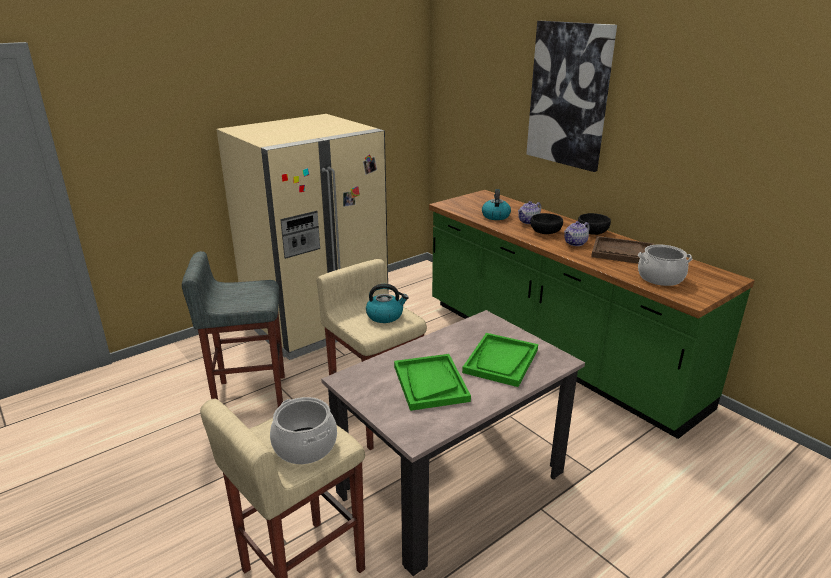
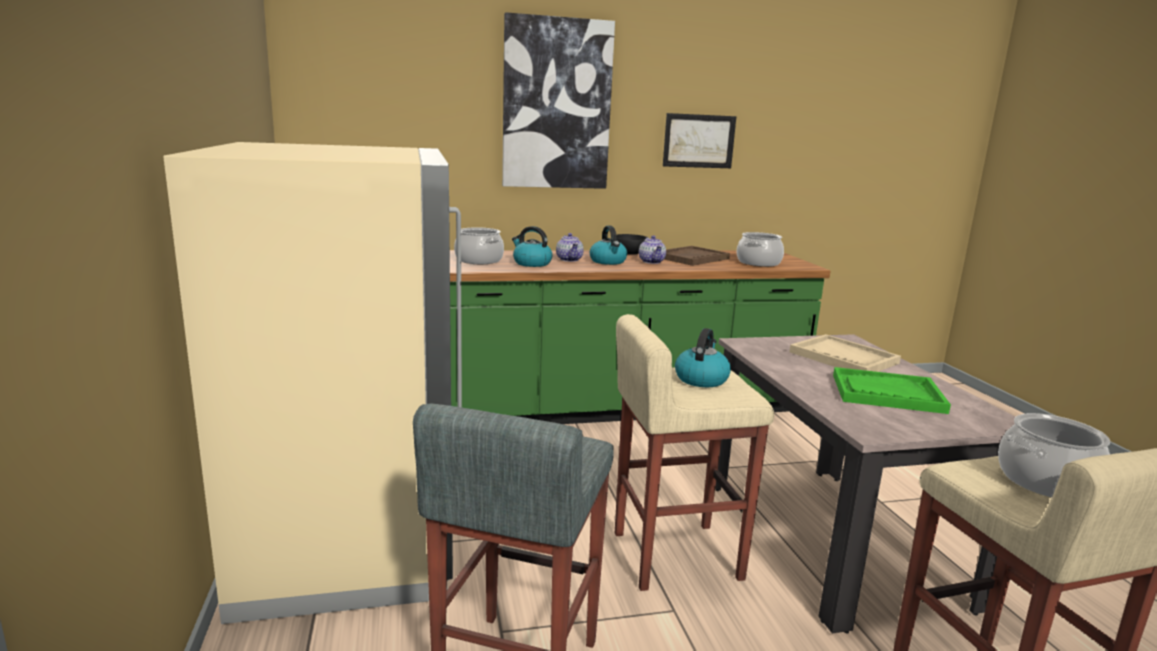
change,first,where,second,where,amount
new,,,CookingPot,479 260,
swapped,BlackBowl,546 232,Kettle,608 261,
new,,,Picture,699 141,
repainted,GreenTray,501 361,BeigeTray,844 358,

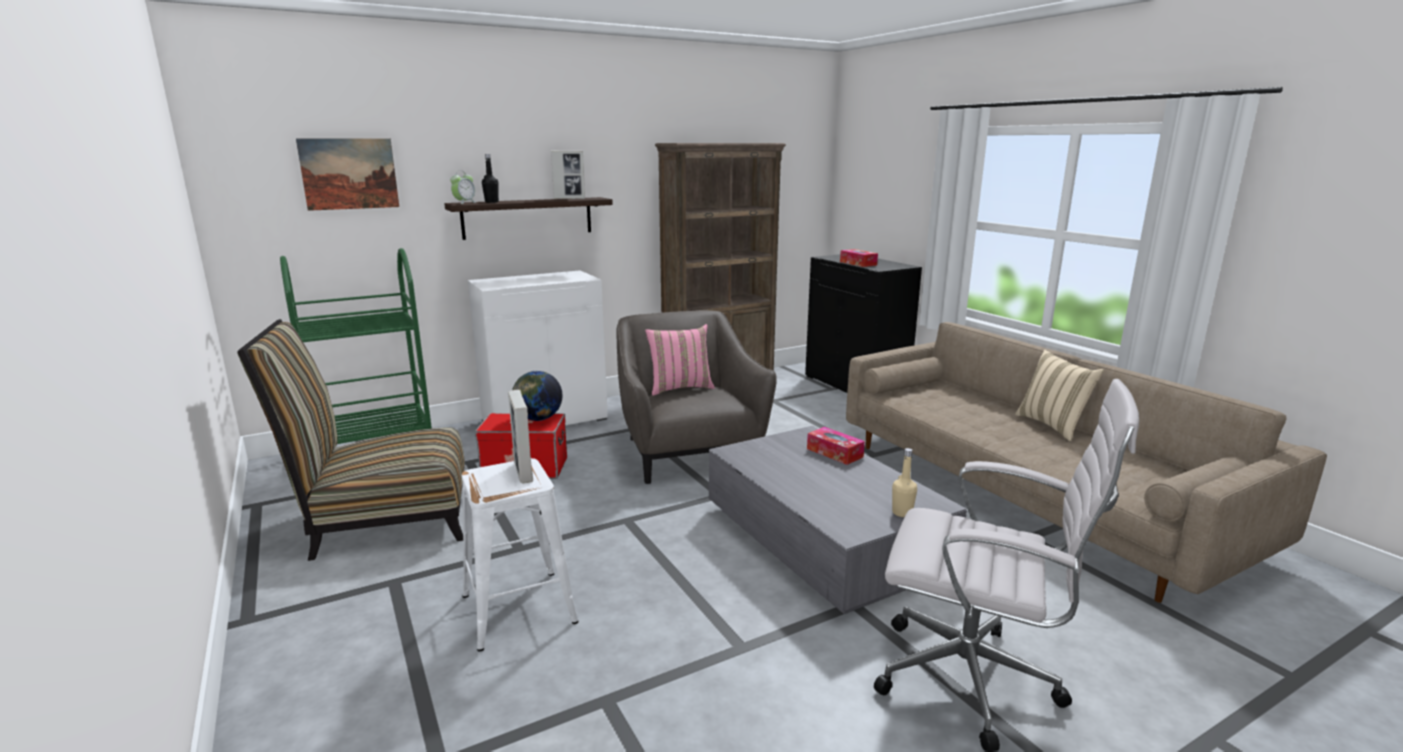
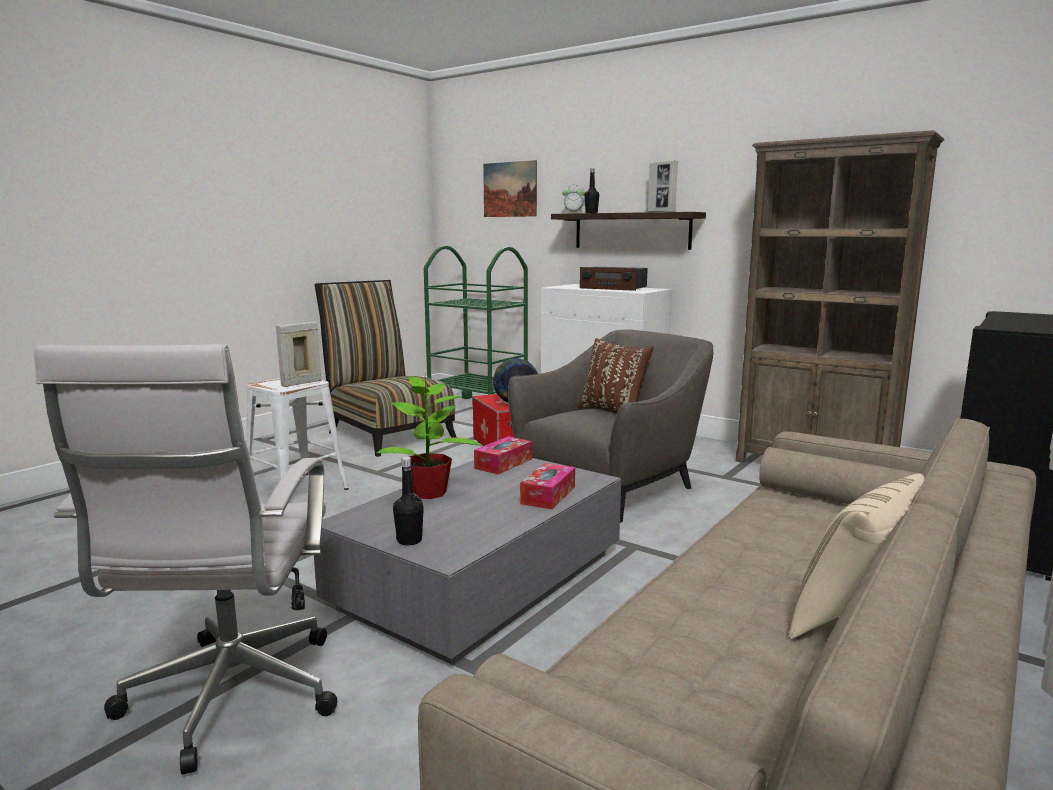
change,first,where,second,where,amount
new,,,PottedPlant,429 493,
repainted,BeigeBottle,902 513,BlackBottle,409 540,
shifted,TissueBox,858 263,,503 463,
repainted,PinkPillow,680 388,BrownPillow,614 411,
new,,,Radio,613 288,

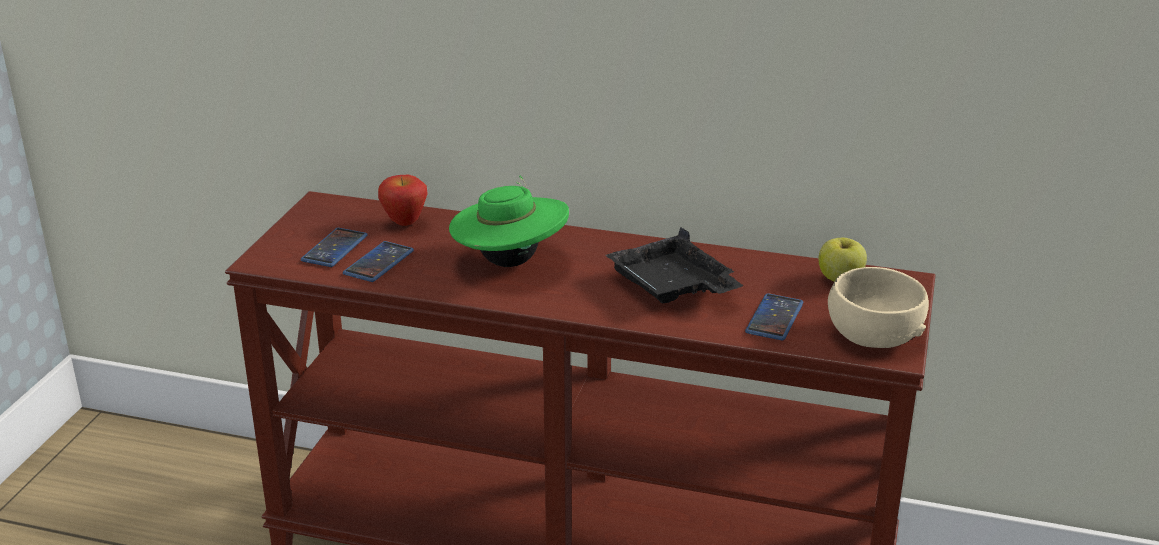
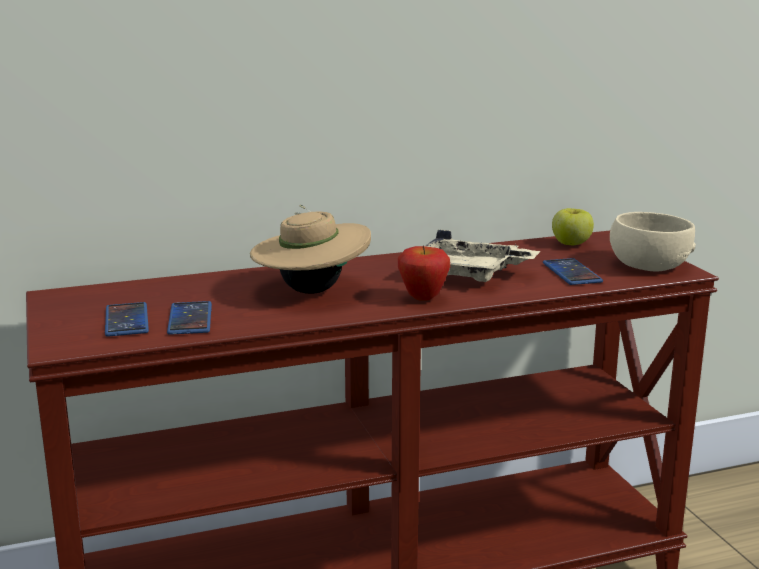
change,first,where,second,where,amount
repainted,GreenHat,510 261,BeigeHat,311 290,
shifted,Apple,404 223,,423 299,
repainted,BlackTray,672 286,BeigeTray,468 274,

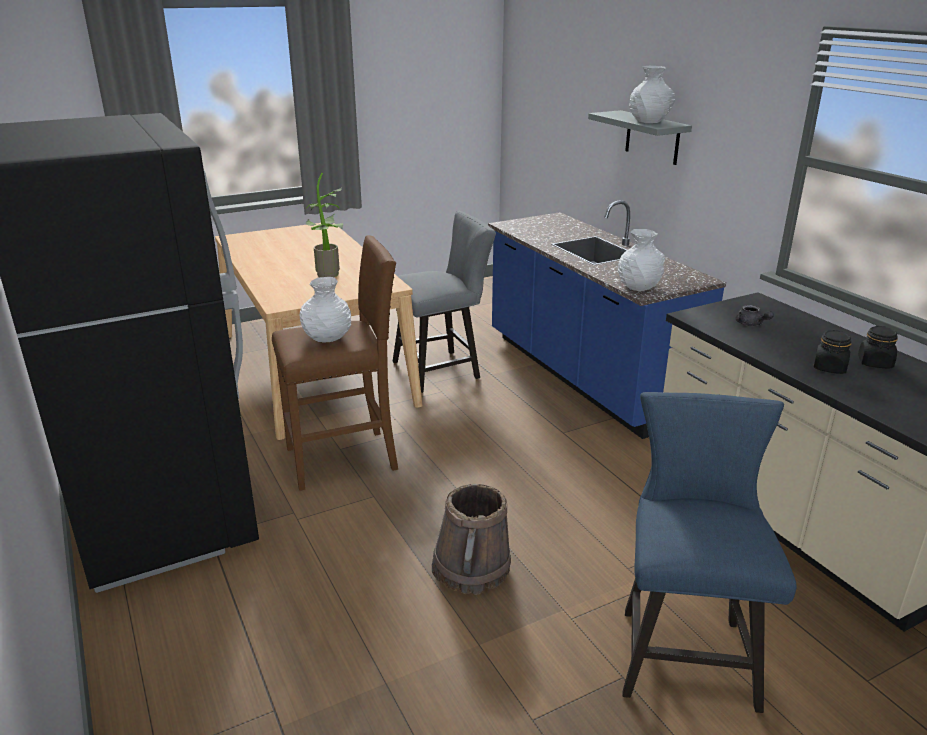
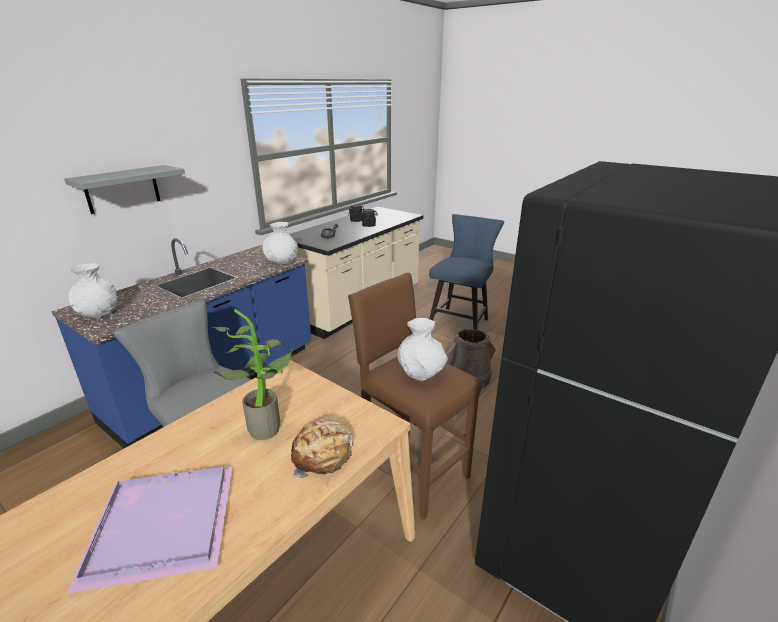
change,first,where,second,where,amount
new,,,PurpleTray,160 523,
shifted,WhiteVase,649 121,,98 313,
new,,,Bread,323 455,
rotated,BlueChair,683 649,,461 321,135 degrees clockwise

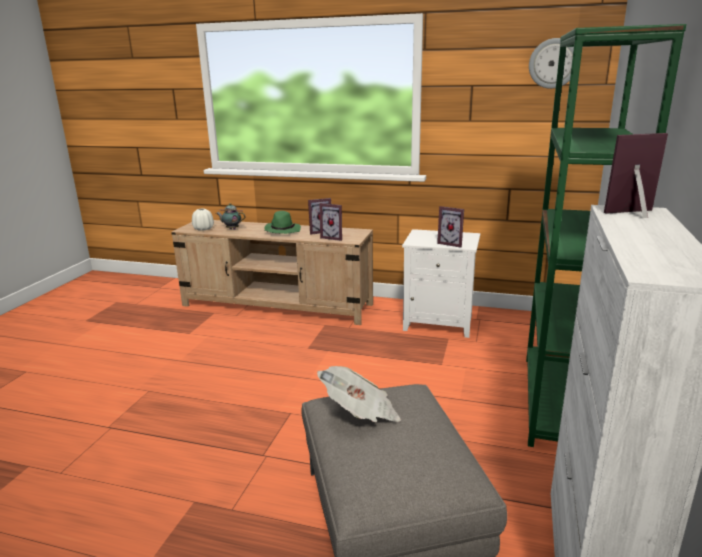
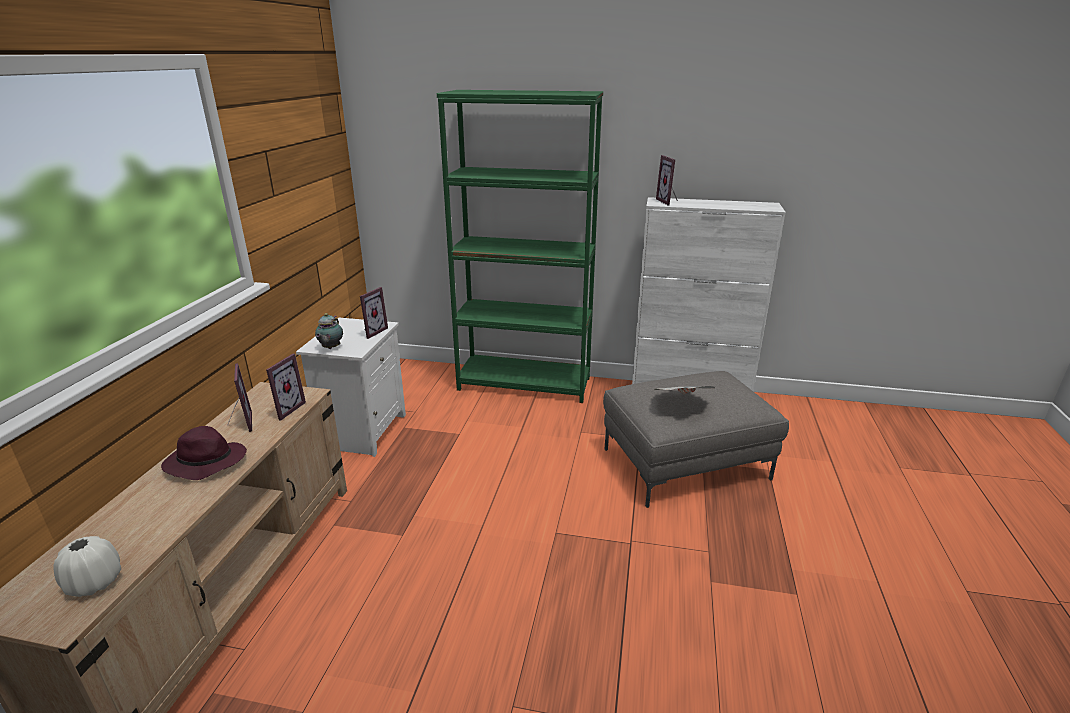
change,first,where,second,where,amount
repainted,GreenHat,282 230,PurpleHat,205 463,
shifted,Teapot,231 229,,330 348,
gone,WallClock,553 63,,,

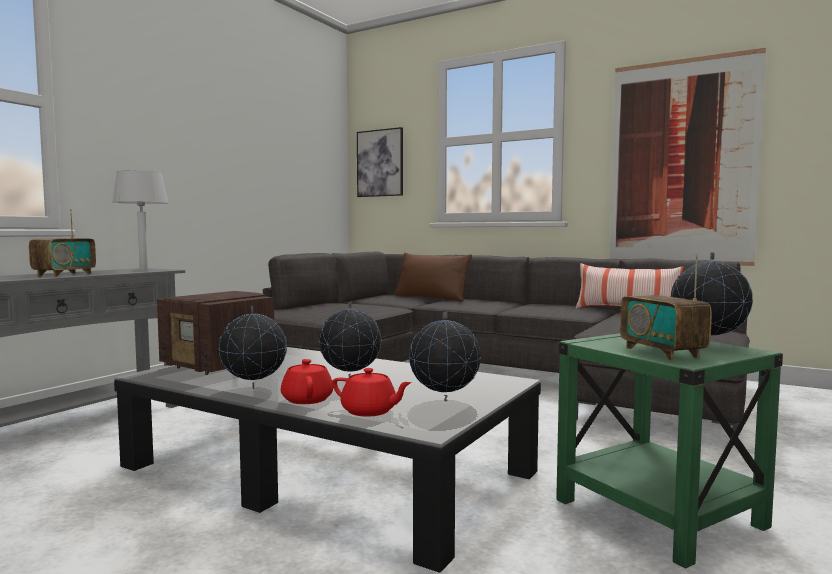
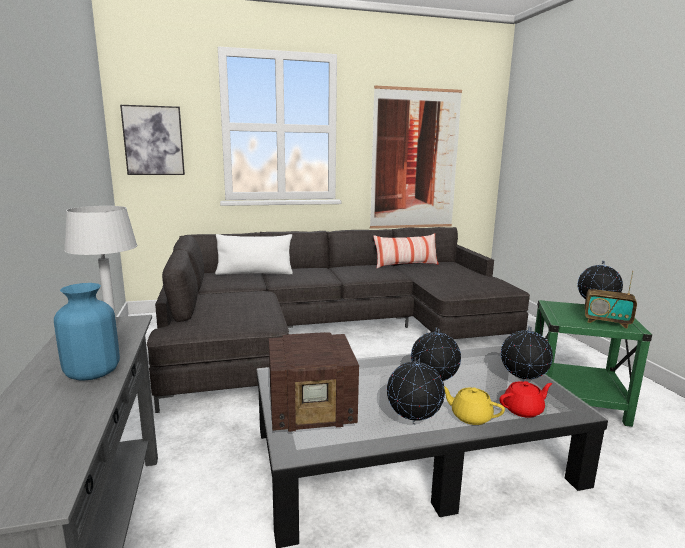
change,first,where,second,where,amount
swapped,Radio,64 275,BlueVase,92 372,
repainted,BrownPillow,430 298,WhitePillow,254 273,
repainted,RedTeapot,307 399,YellowTeapot,470 416,

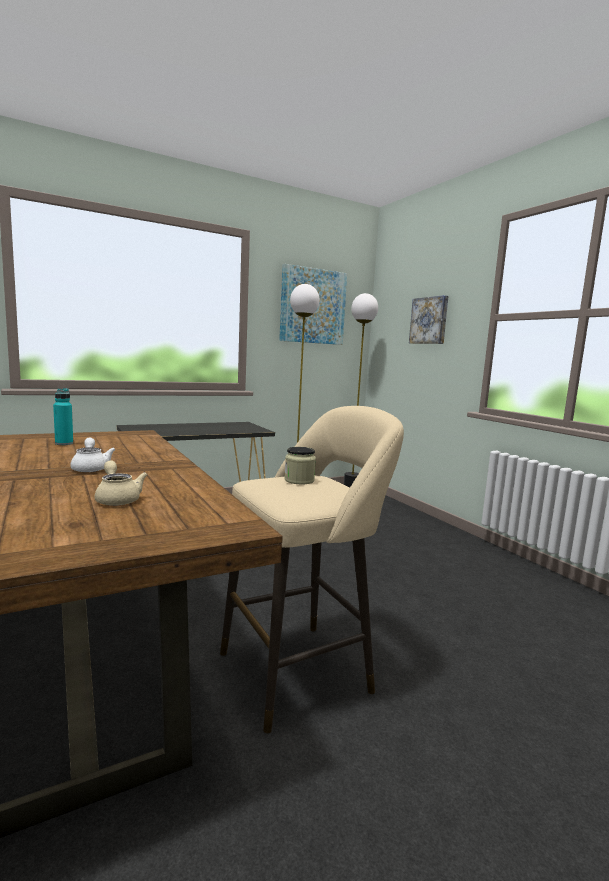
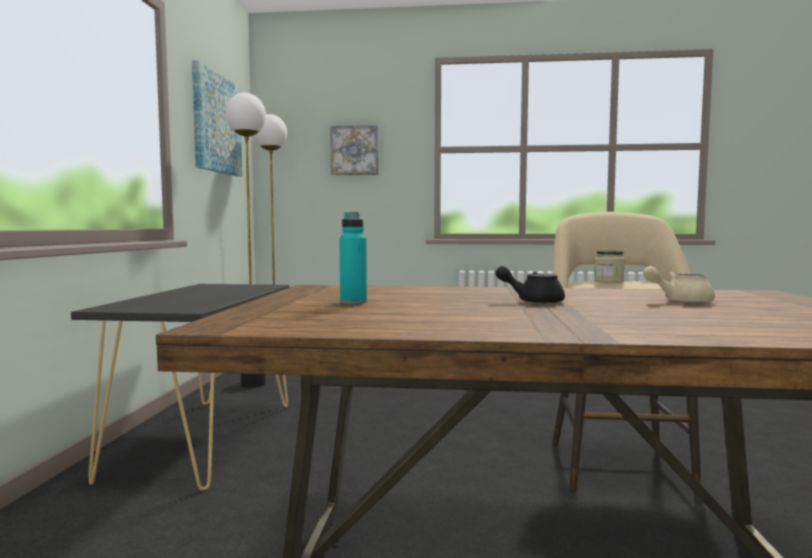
change,first,where,second,where,amount
repainted,WhiteTeapot,91 468,BlackTeapot,533 301,

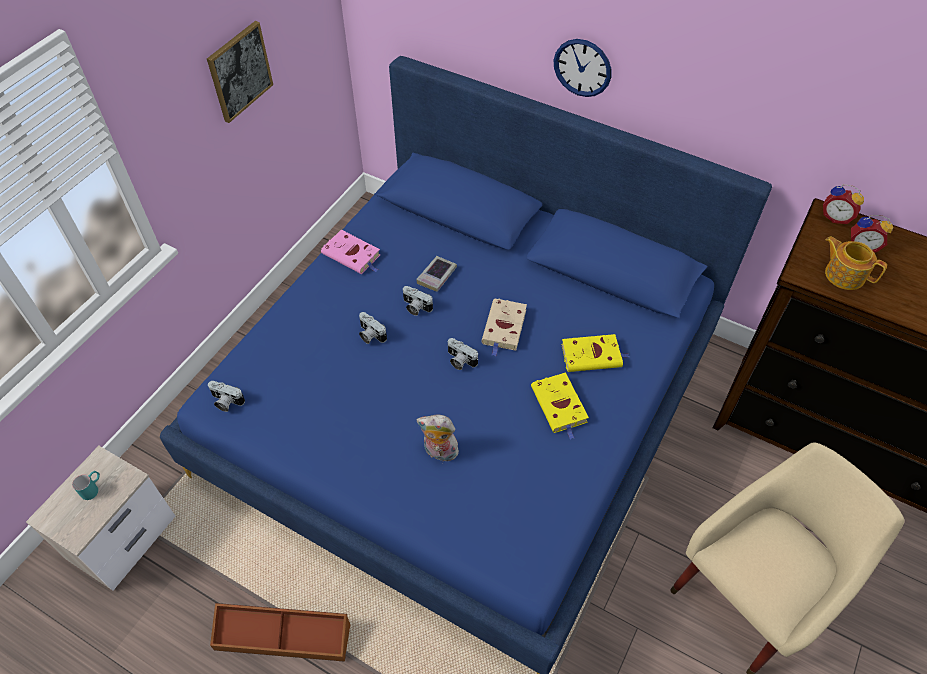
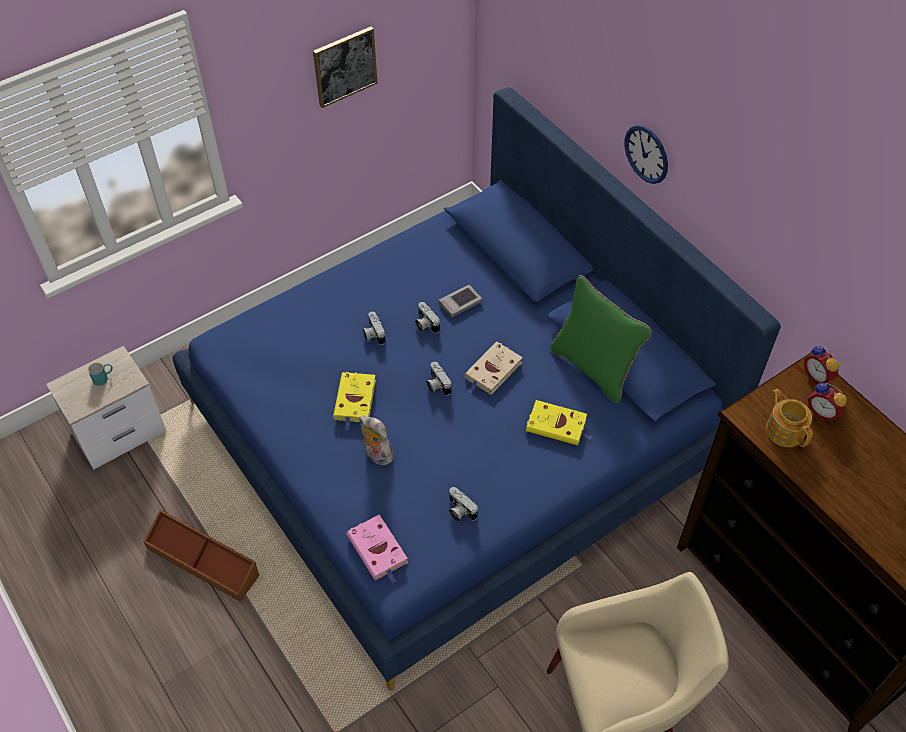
change,first,where,second,where,amount
shifted,YellowBook,560 406,,355 401,
shifted,PinkBook,353 255,,378 551,
shifted,PhotoCamera,226 402,,459 511,
new,,,GreenPillow,593 368,

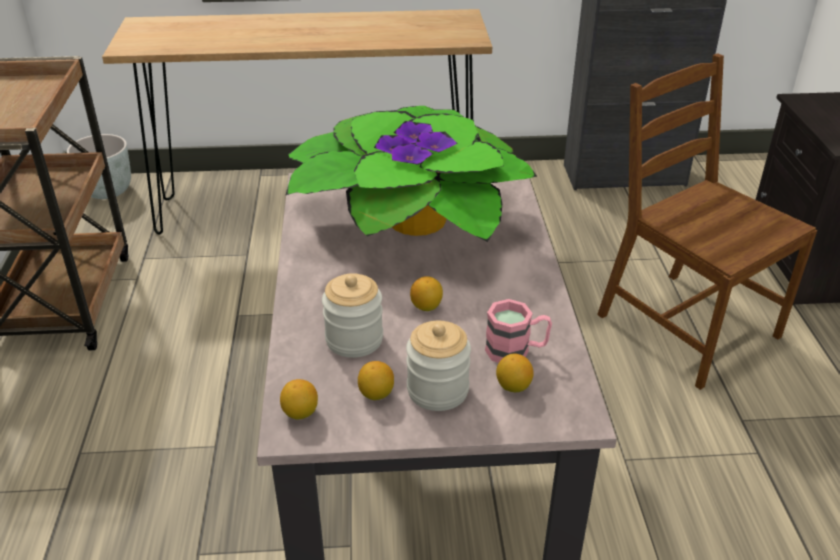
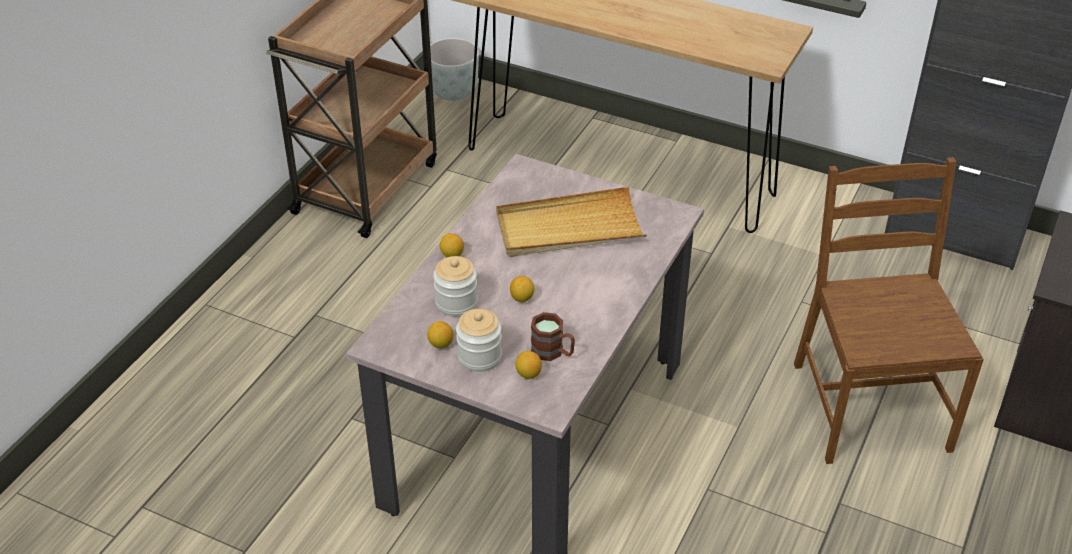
change,first,where,second,where,amount
shifted,Lemon,300 413,,452 255,
swapped,PottedPlant,411 221,BeigeTray,569 228,
repainted,PinkMug,516 351,BrownMug,553 352,

